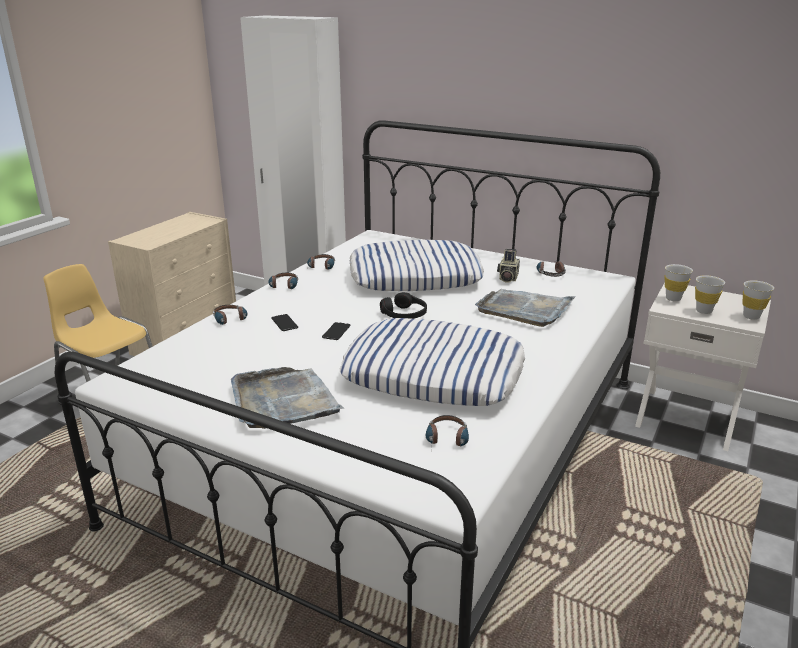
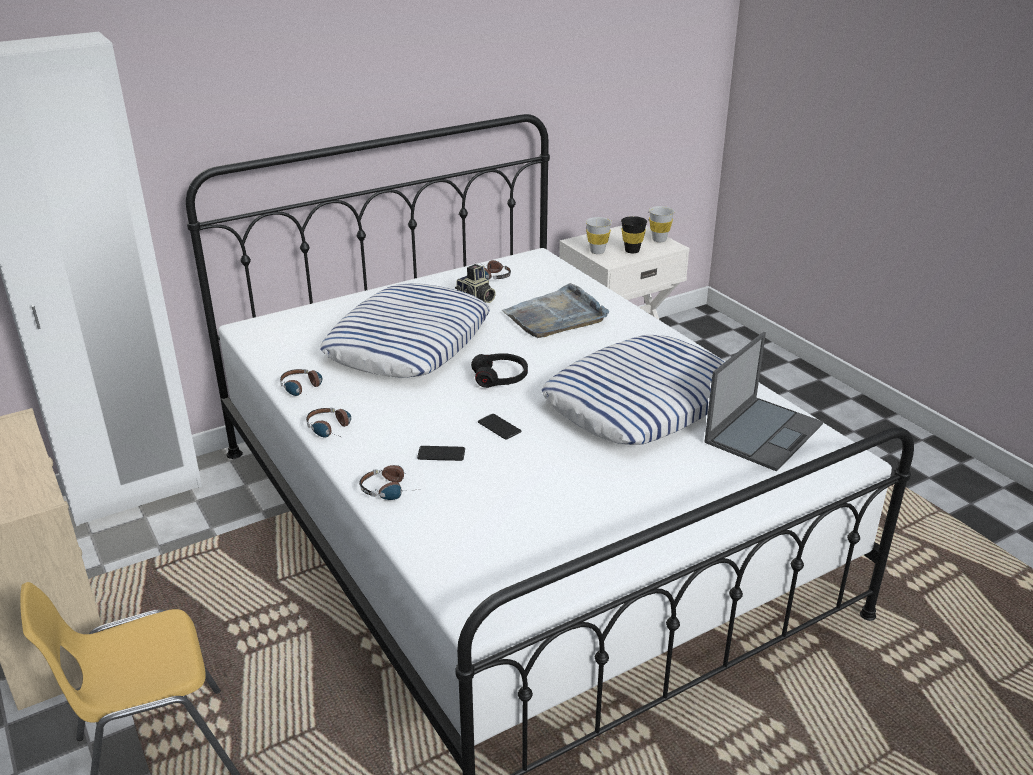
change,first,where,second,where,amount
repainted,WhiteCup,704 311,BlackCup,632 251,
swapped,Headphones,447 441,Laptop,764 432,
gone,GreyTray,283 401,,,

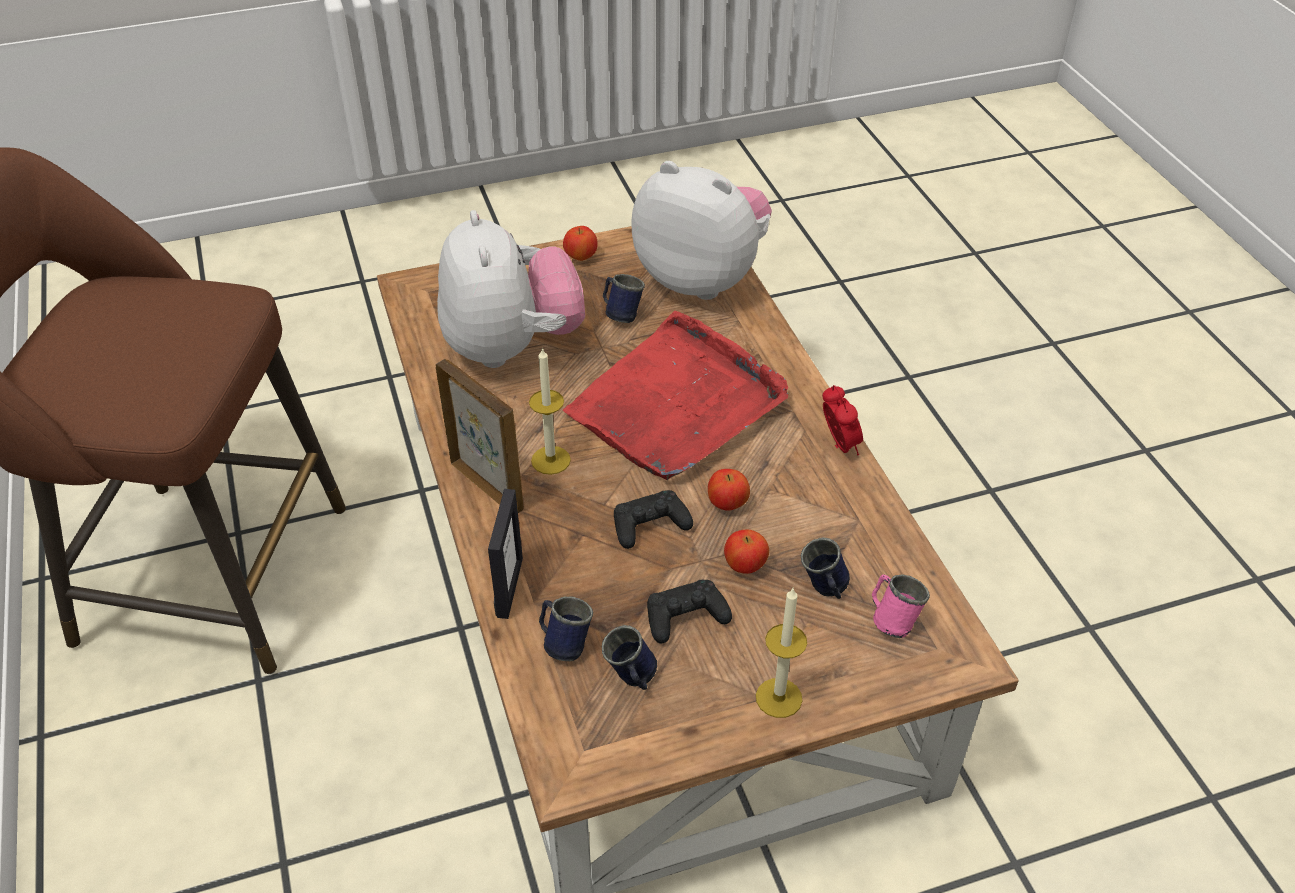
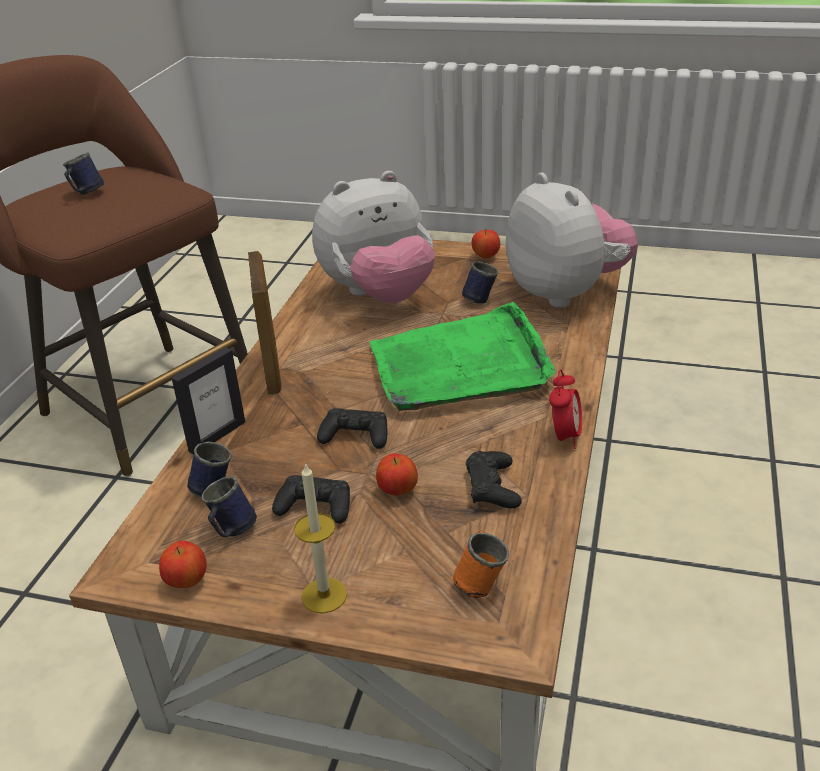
change,first,where,second,where,amount
shifted,BlueMug,824 591,,86 194,
shifted,Apple,727 504,,187 581,
rotated,PlushToy,512 347,,379 295,45 degrees clockwise
repainted,RedTray,677 404,GreenTray,460 365,
repainted,PinkMug,891 620,OrangeMug,479 581,
new,,,BlackGameController,492 487,
gone,Candle,550 460,,,

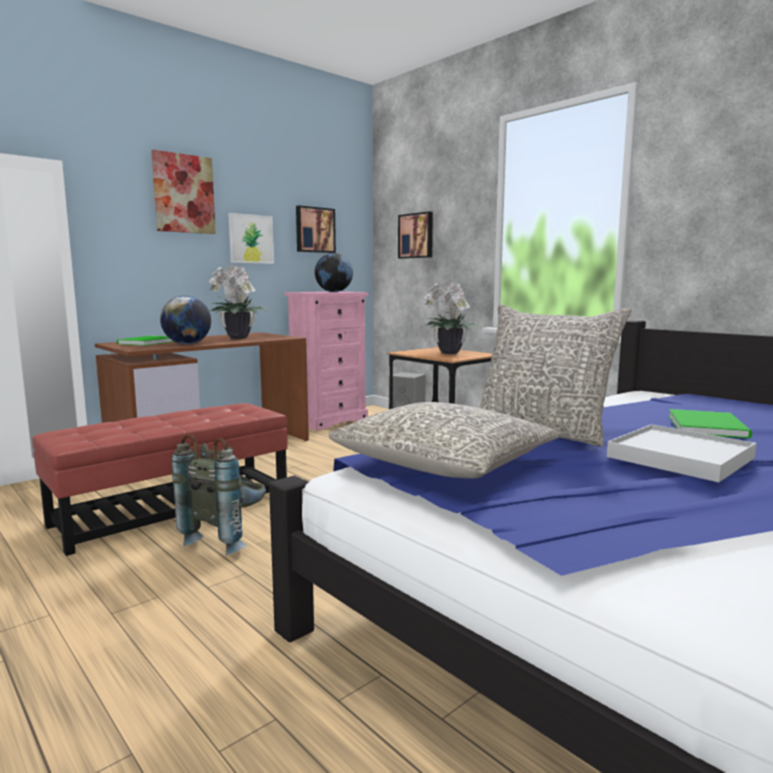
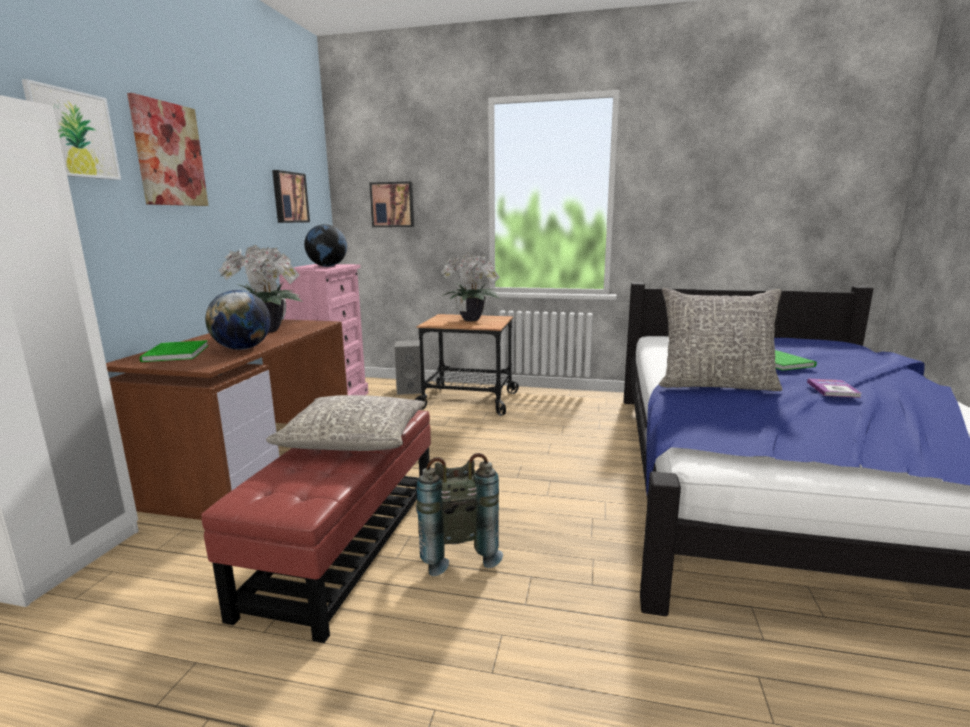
change,first,where,second,where,amount
shifted,Picture,251 239,,73 134,
shifted,GreyPillow,446 463,,355 439,
swapped,WhiteTray,680 457,Book,832 389,

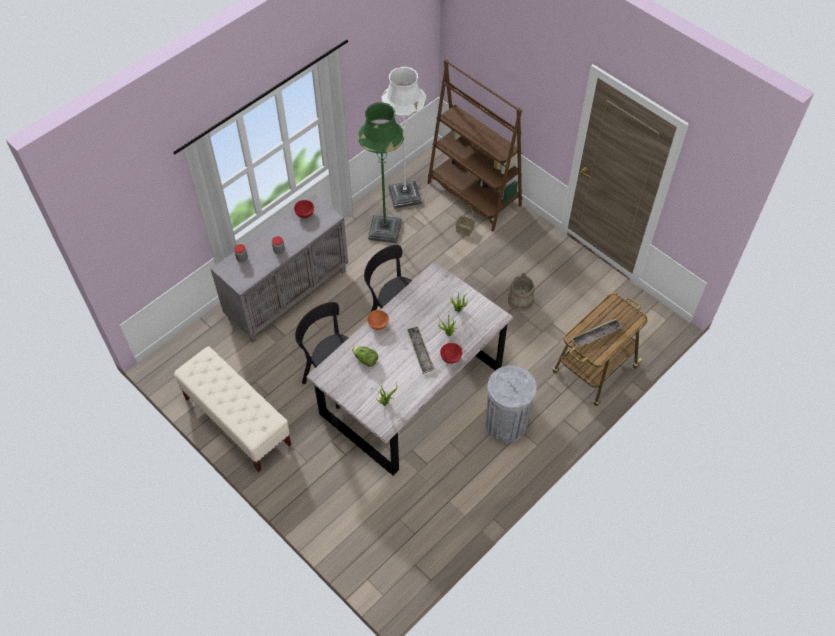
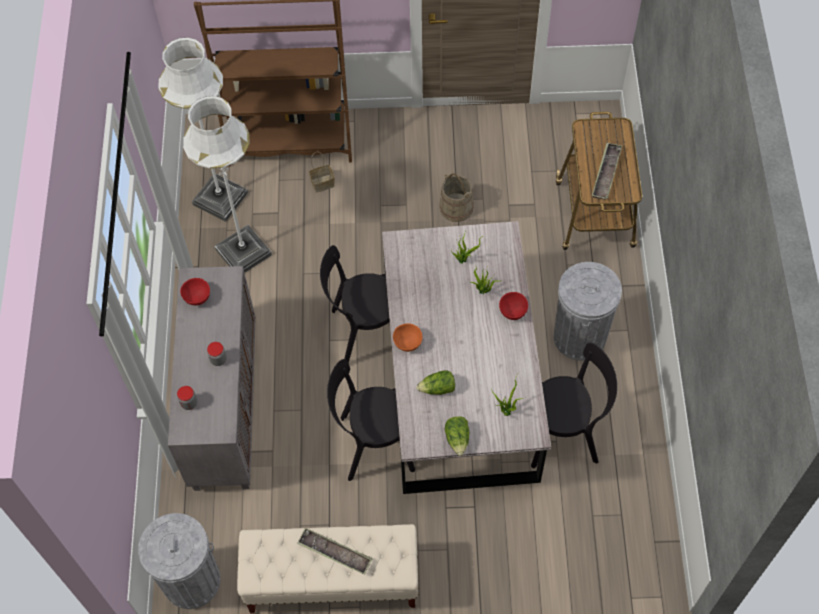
change,first,where,second,where,amount
new,,,GreyTrashCan,191 581,
repainted,GreenFloorLamp,385 230,WhiteFloorLamp,243 252,
shifted,Tray,420 351,,335 553,
new,,,Lettuce,458 438,
new,,,BlackChair,564 433,

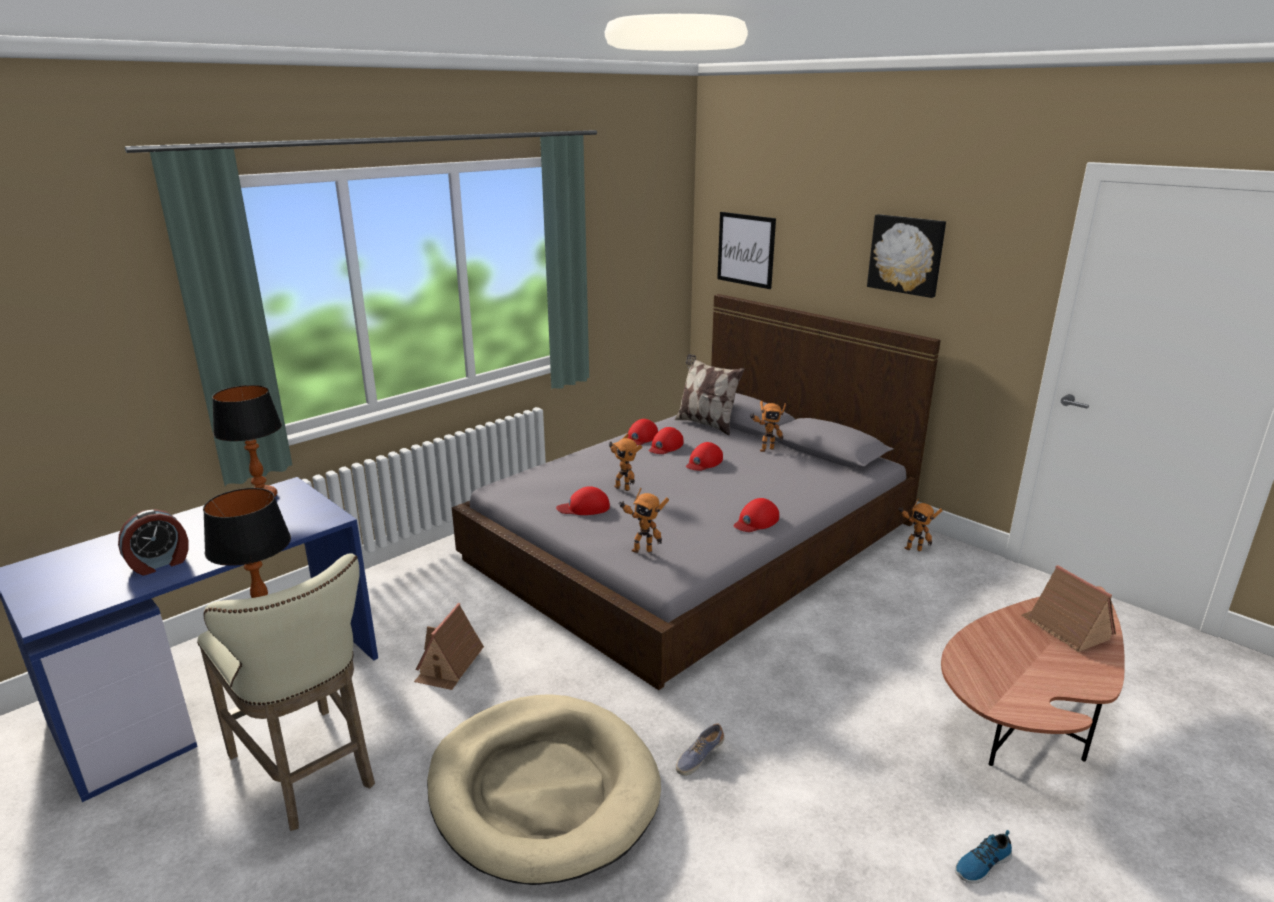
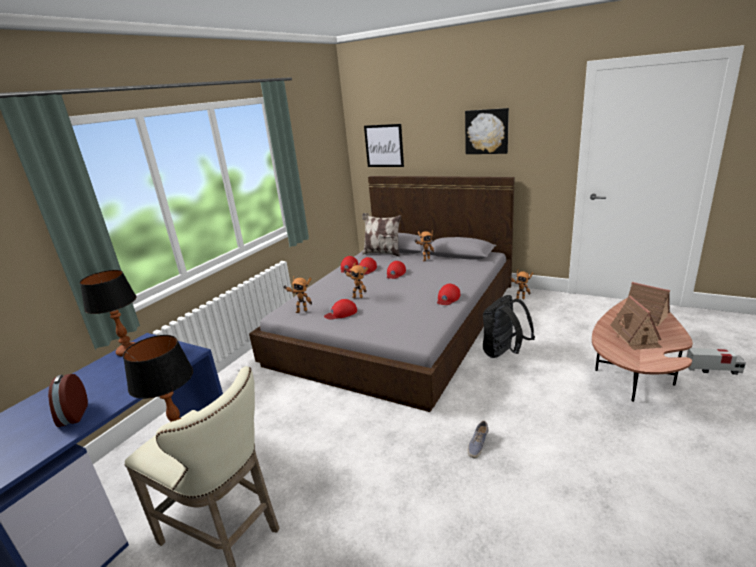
change,first,where,second,where,amount
rotated,AlarmClock,160 564,,73 415,135 degrees clockwise
shifted,ToyRobot,642 550,,301 311,
new,,,BlackBackpack,504 353,
shifted,ToyHouse,449 665,,635 337,
new,,,ToyTruck,713 369,
gone,BeigeDogBed,543 790,,,
gone,Shoe,981 864,,,

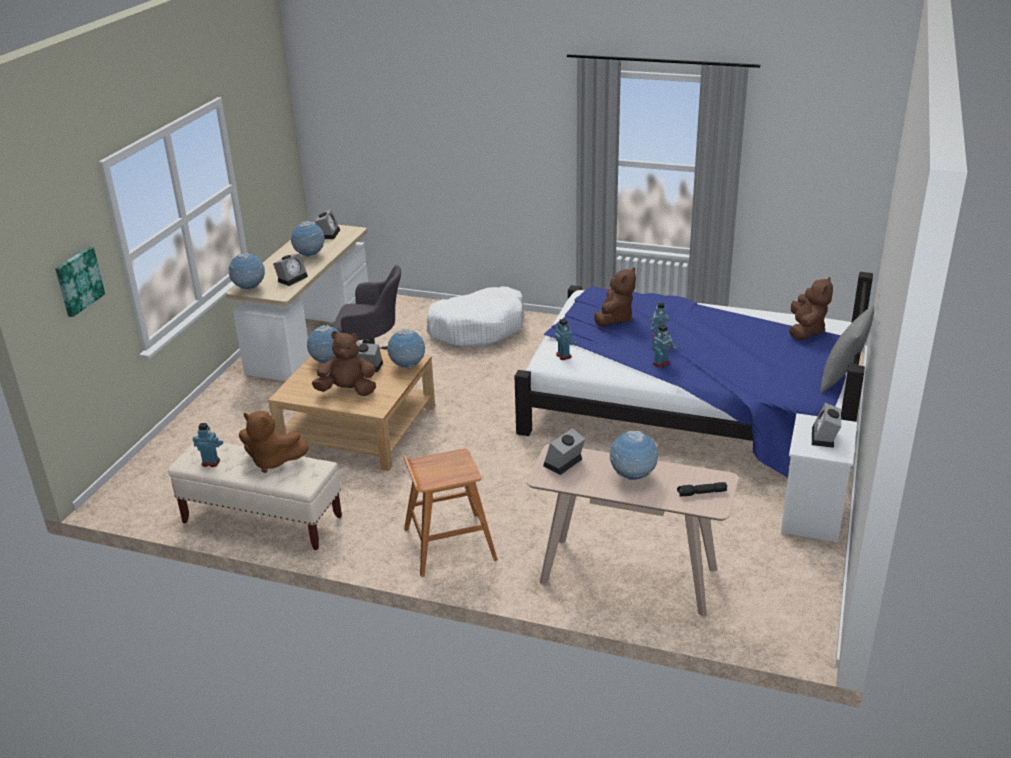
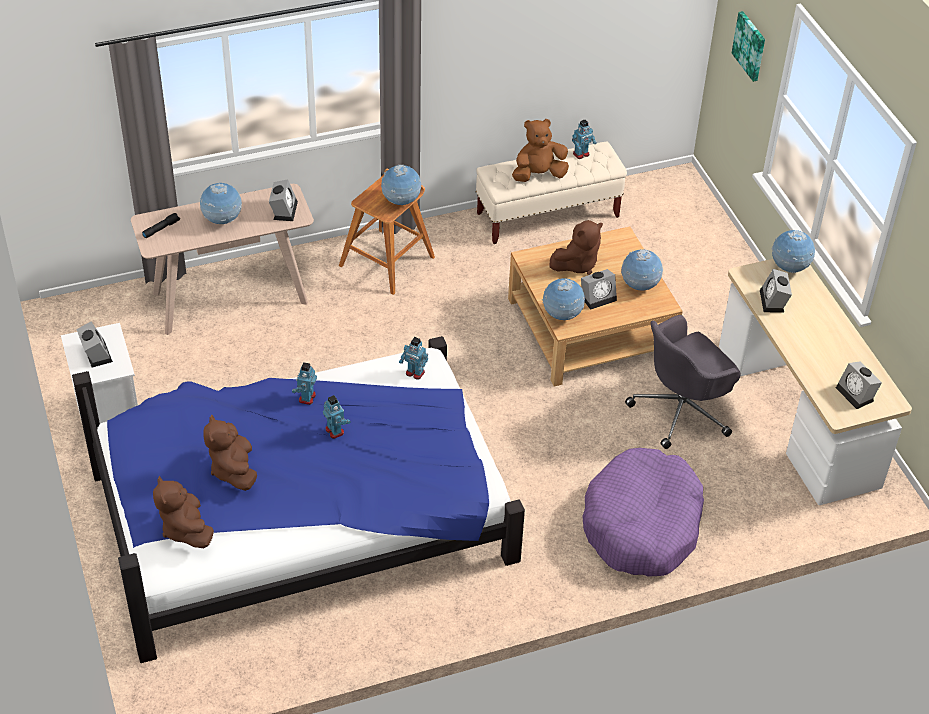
change,first,where,second,where,amount
shifted,BrownPlushToy,615 319,,233 470,
shifted,Globe,310 256,,401 202,
repainted,WhiteDogBed,478 328,PurpleDogBed,642 525,
gone,GreyPillow,842 378,,,

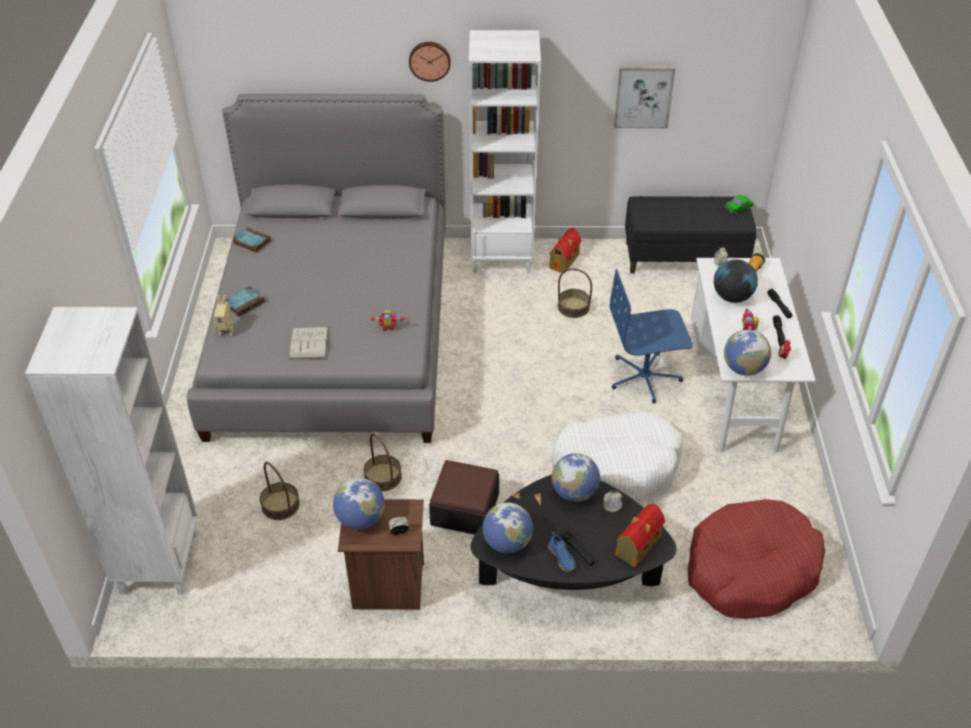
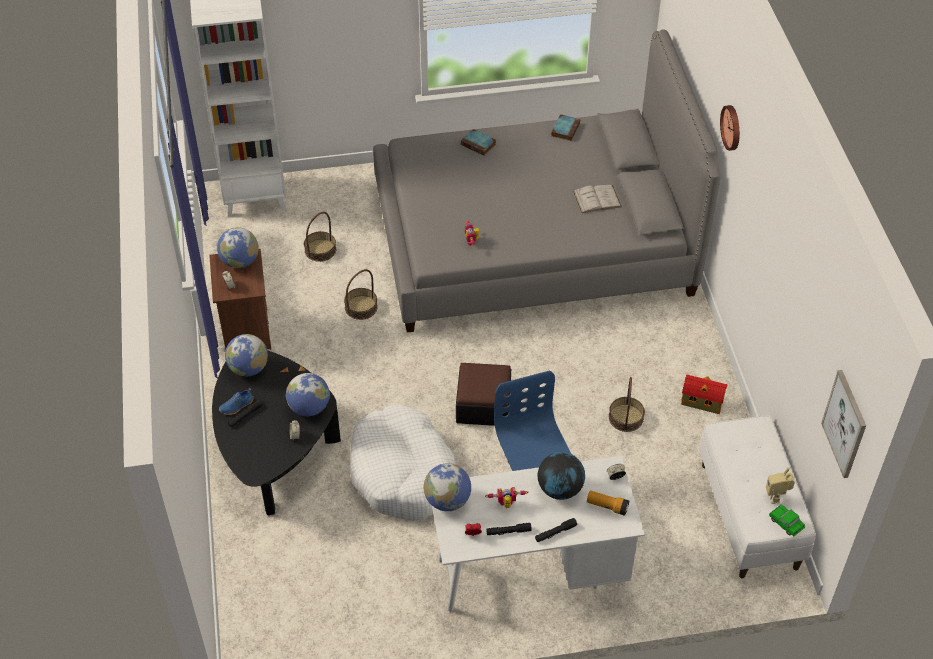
change,first,where,second,where,amount
shifted,Ottoman,465 509,,483 405,
shifted,WhiteBook,309 343,,597 199,
repainted,BlackBench,685 257,WhiteBench,750 516,
shifted,ToyRobot,226 330,,776 497,
shifted,Picture,643 97,,845 424,
gone,WhiteBookcase,502 258,,,
gone,ToyHouse,637 547,,,
gone,RedDogBed,750 570,,,

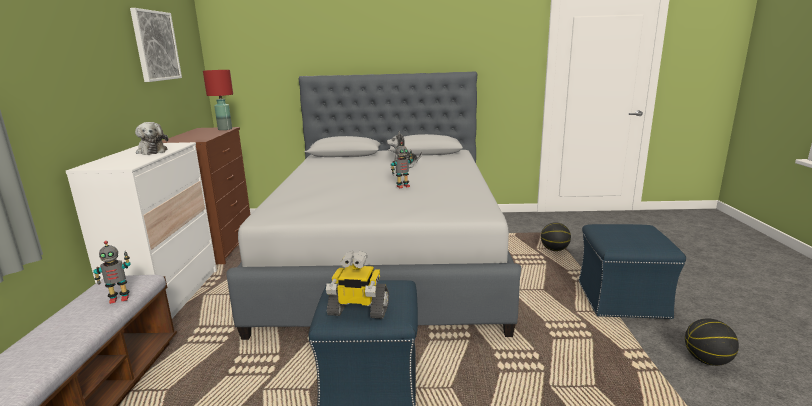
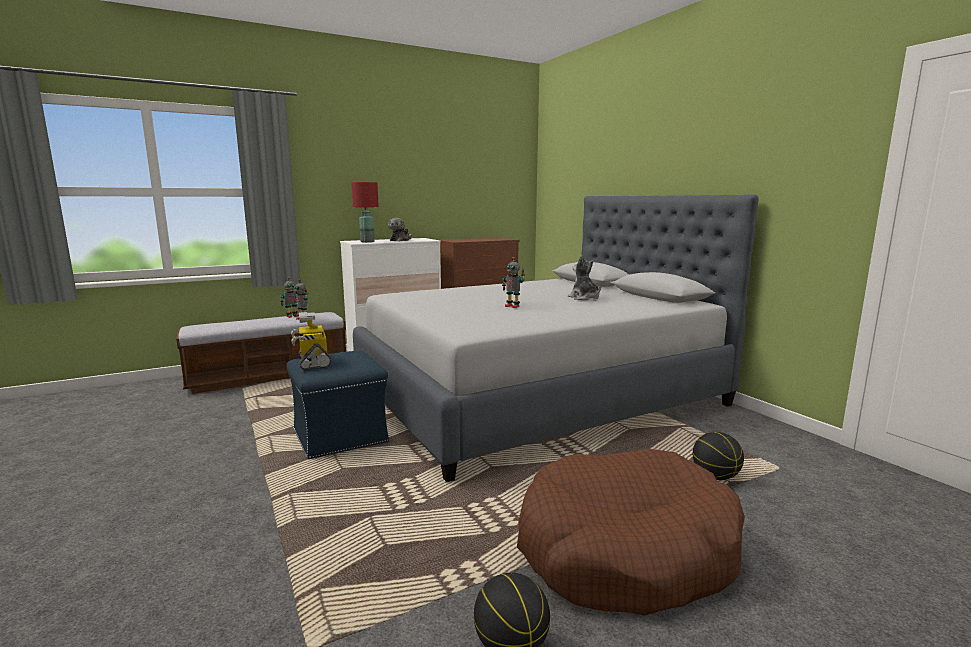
change,first,where,second,where,amount
new,,,ToyRobot,292 316,
shifted,RedTableLamp,225 129,,367 242,
swapped,BlueOttoman,621 299,BrownDogBed,625 550,
gone,Picture,155 46,,,

